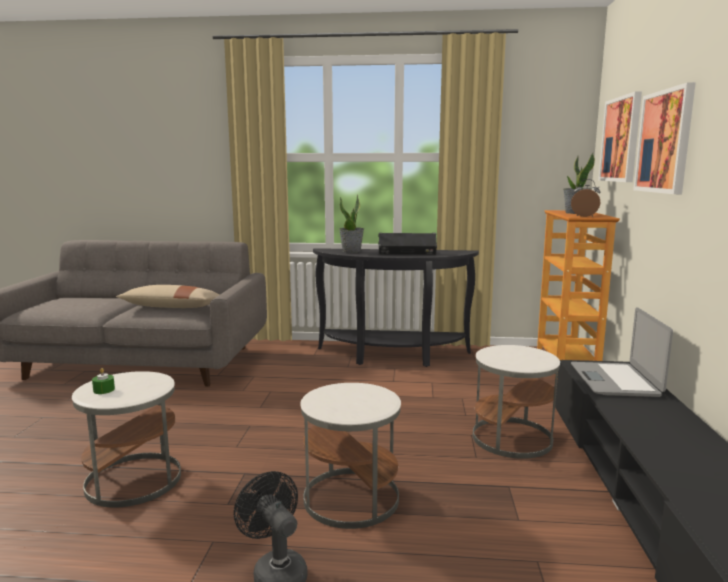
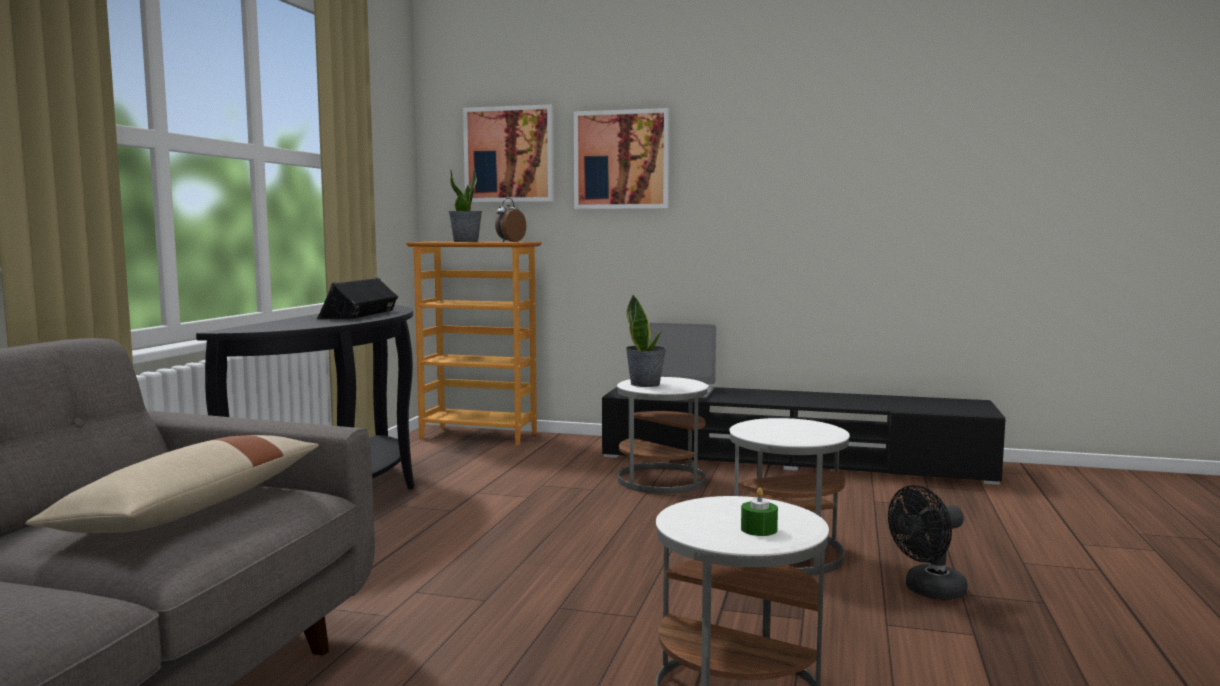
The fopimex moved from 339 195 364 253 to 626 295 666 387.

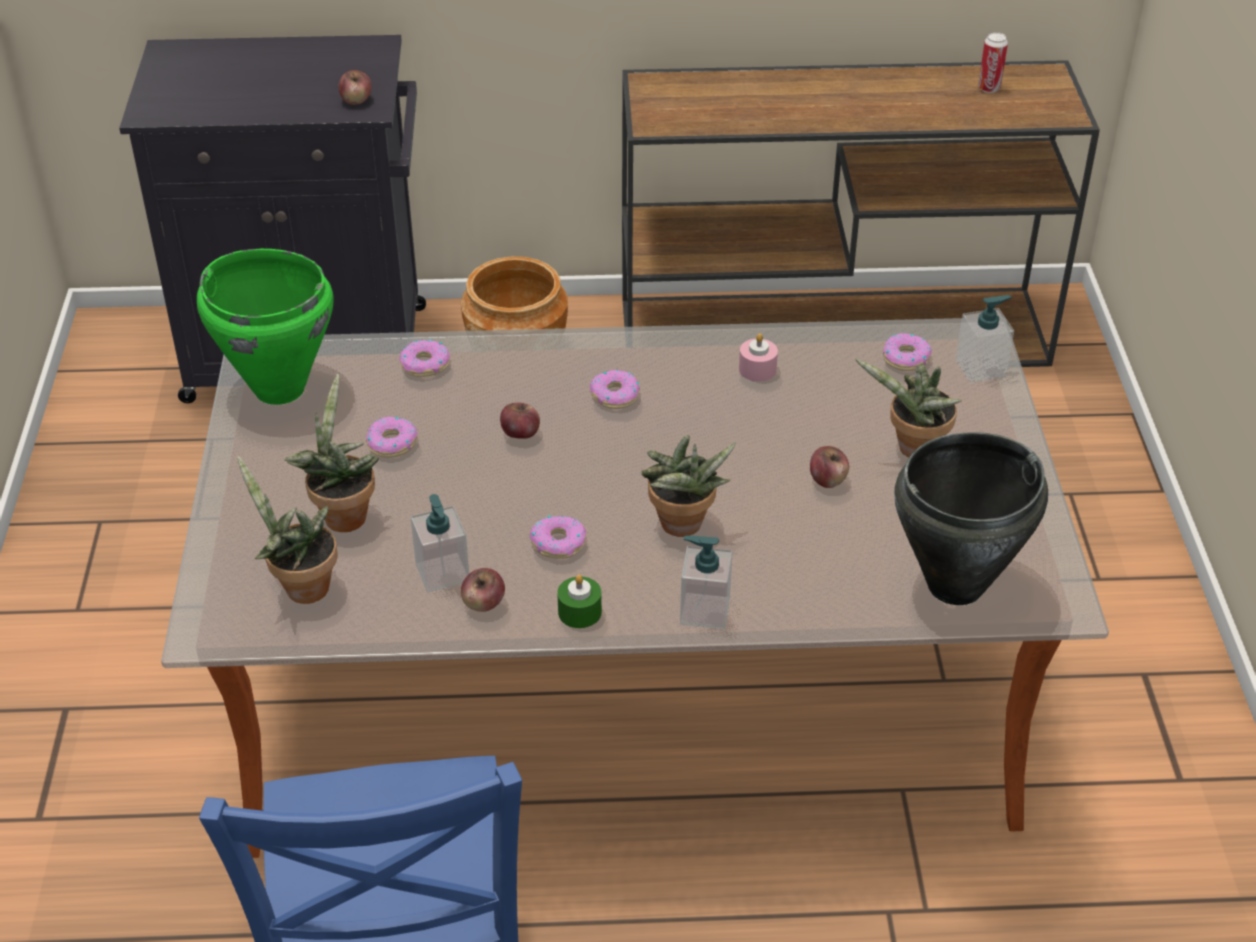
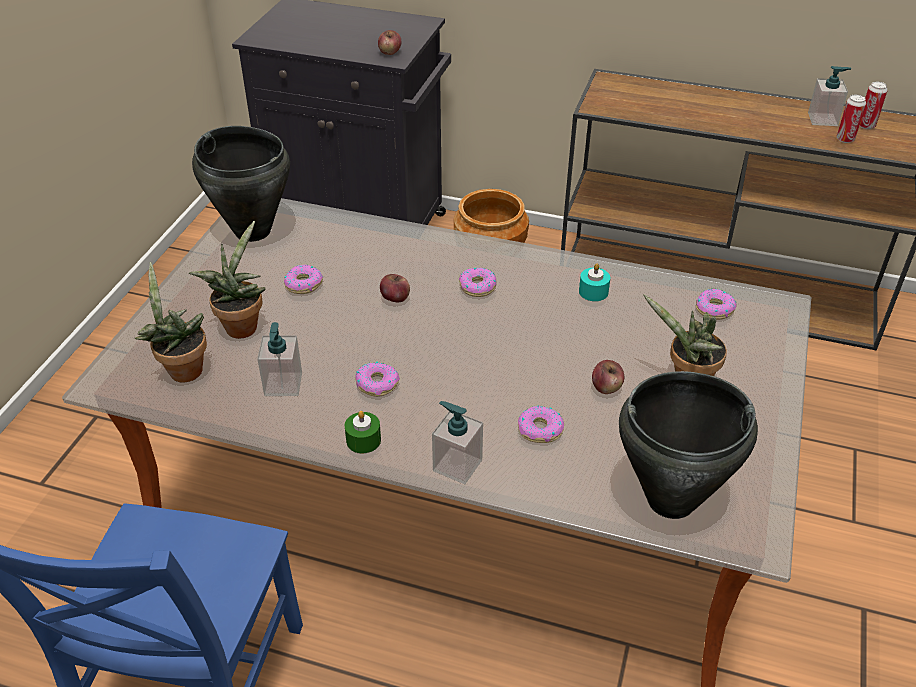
The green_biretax at 197 249 334 405 became the black_biretax at 192 126 290 242.
The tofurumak moved from 399 339 450 377 to 518 406 564 443.
The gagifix at 461 568 505 612 disappeared.
The fopimex at 641 435 736 537 disappeared.
The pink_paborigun at 739 333 778 382 became the turquoise_paborigun at 579 263 610 301.
The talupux moved from 955 295 1014 383 to 808 66 851 126.
The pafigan at 837 94 866 143 appeared.

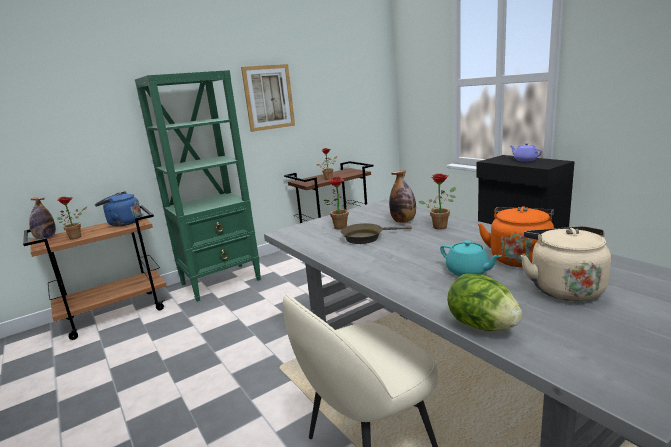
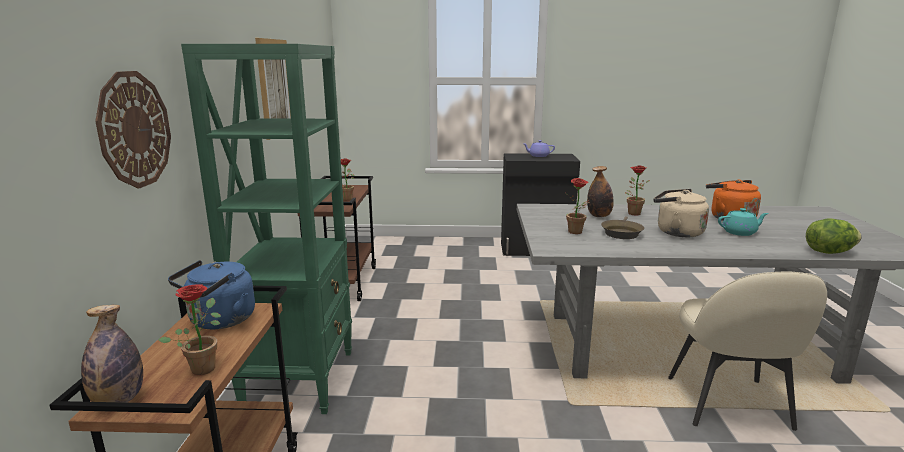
The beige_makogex moved from 520 226 611 301 to 653 189 709 237.
The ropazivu at 95 71 171 188 appeared.

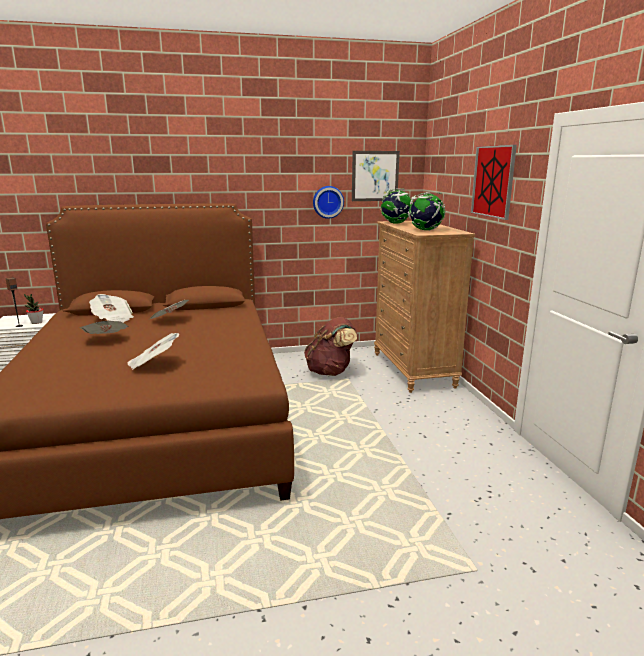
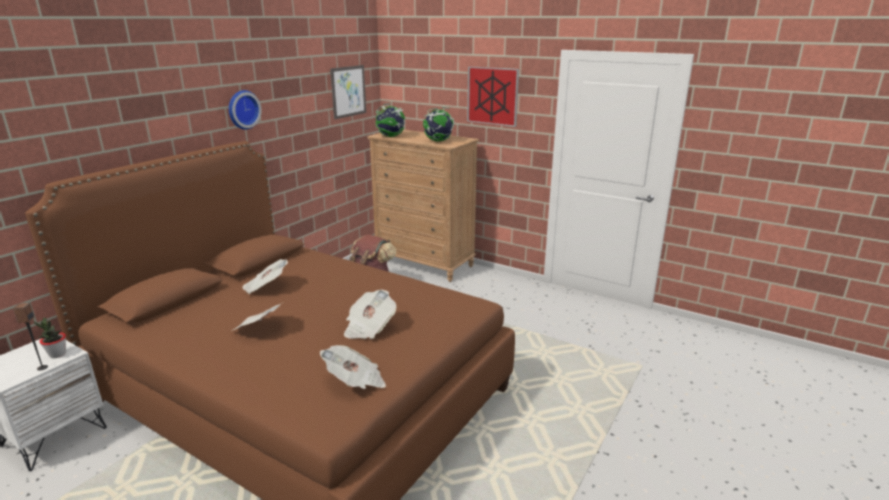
The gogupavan moved from 89 294 134 323 to 320 345 386 389.
The ropazivu moved from 313 186 344 219 to 229 90 262 130.

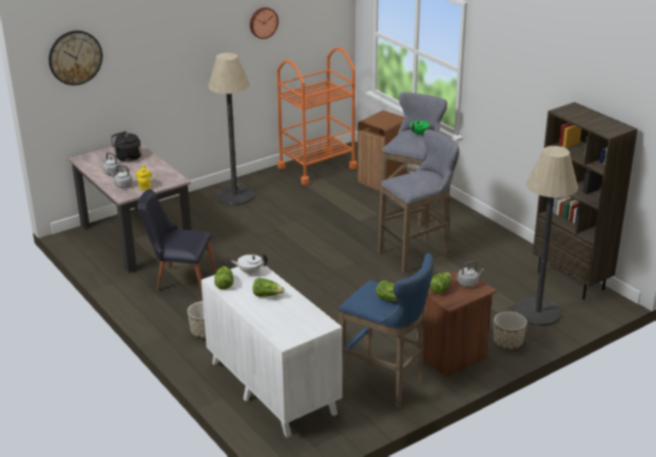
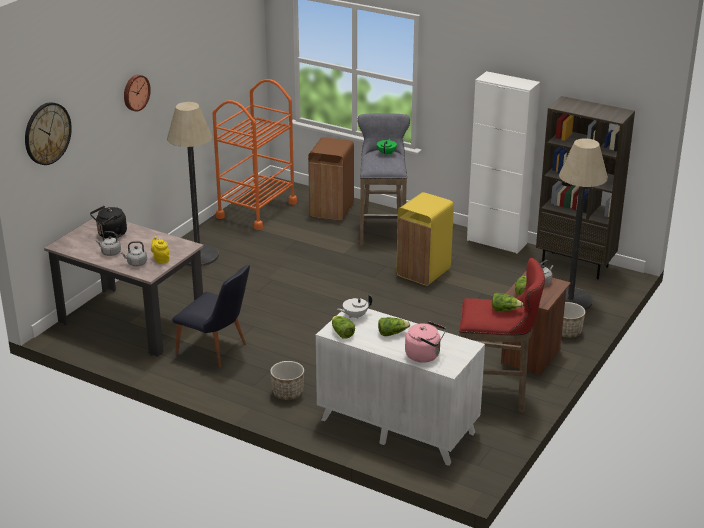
The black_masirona at 137 189 216 293 turned 135 degrees counterclockwise.
The ropazivu moved from 250 7 279 39 to 124 75 151 112.
The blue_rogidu at 338 253 433 408 became the red_rogidu at 459 258 545 413.
The grey_rogidu at 378 130 460 273 was replaced by the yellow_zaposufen at 397 192 454 286.
The pink_makogex at 405 321 446 363 appeared.
The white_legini at 467 71 540 254 appeared.

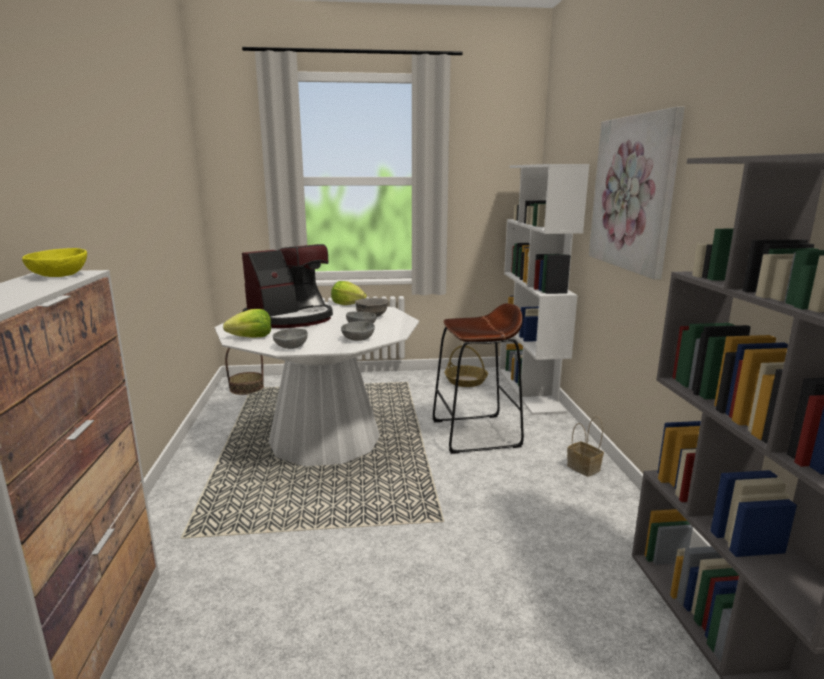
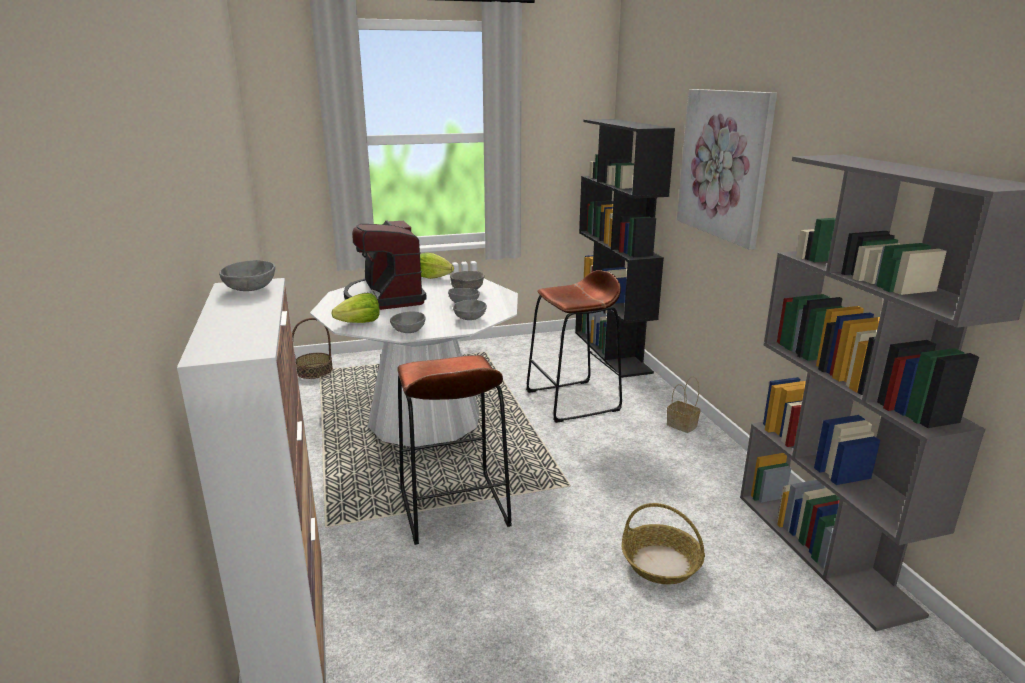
The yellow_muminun at 22 248 87 277 became the grey_muminun at 219 260 275 291.
The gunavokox at 242 244 333 328 turned 120 degrees clockwise.
The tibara moved from 444 346 488 387 to 622 503 705 584.
The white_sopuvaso at 499 164 589 415 became the black_sopuvaso at 575 119 675 378.
The brown_rogidu at 397 355 512 545 appeared.

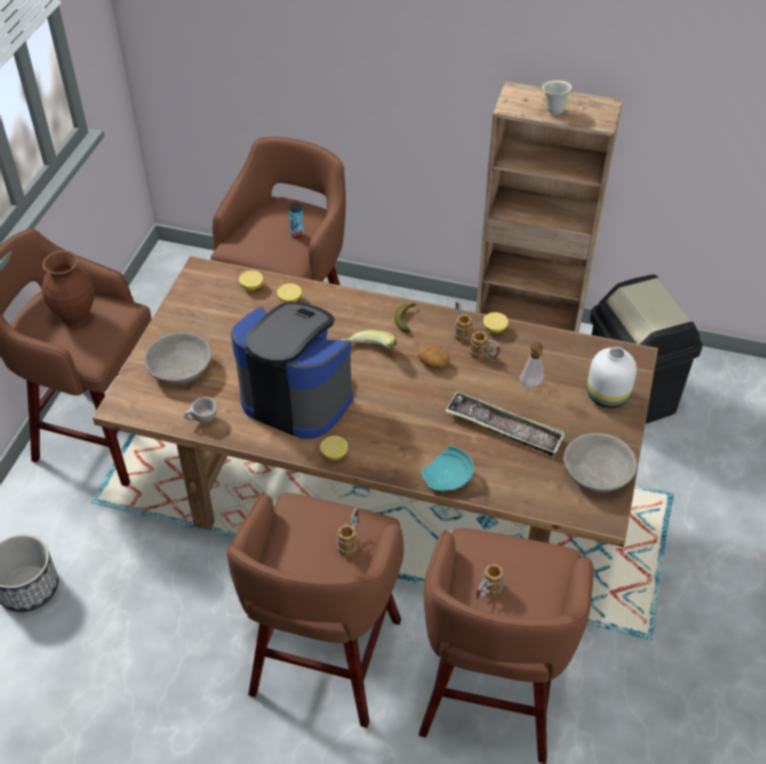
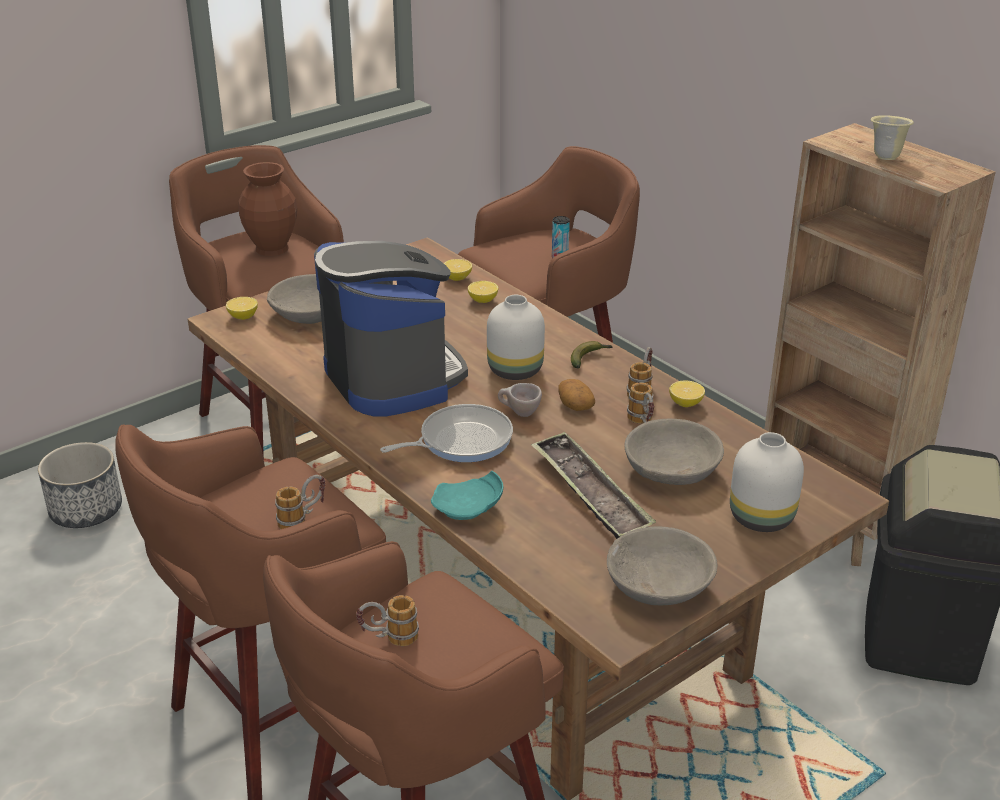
The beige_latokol moved from 184 397 217 423 to 498 383 542 417.
The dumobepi moved from 320 436 348 460 to 226 297 258 320.
The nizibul at 341 330 397 348 was replaced by the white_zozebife at 487 295 545 380.
The talupux at 520 342 544 388 was replaced by the grey_muminun at 625 419 724 485.
The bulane at 380 404 513 462 appeared.

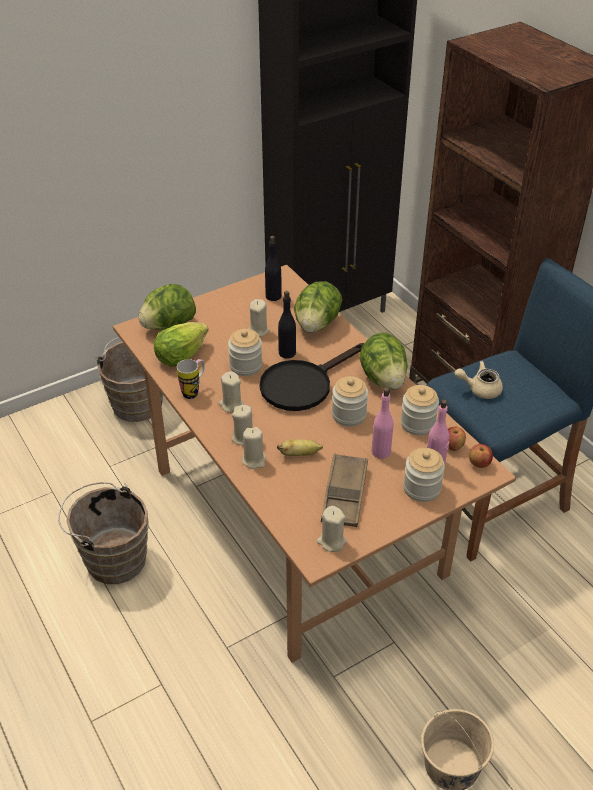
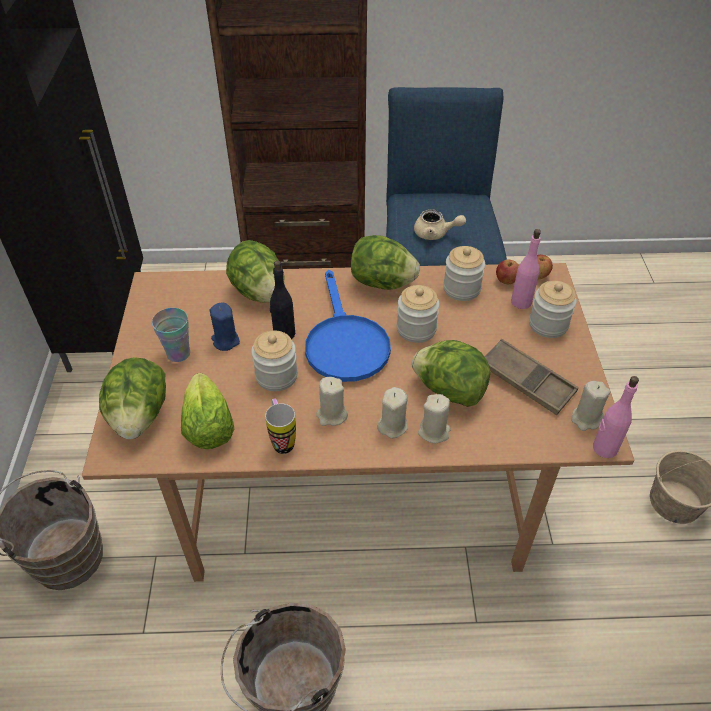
The beige_paborigun at 248 299 269 337 became the blue_paborigun at 210 302 240 351.
The black_bulane at 260 343 365 411 became the blue_bulane at 305 270 391 382.
The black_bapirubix at 265 236 282 301 disappeared.
The nizibul at 277 439 323 456 was replaced by the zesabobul at 411 340 490 407.
The pink_bapirubix moved from 371 388 394 459 to 593 376 639 458.
The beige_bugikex at 454 361 503 399 turned 105 degrees counterclockwise.
The latokol at 152 308 190 362 appeared.

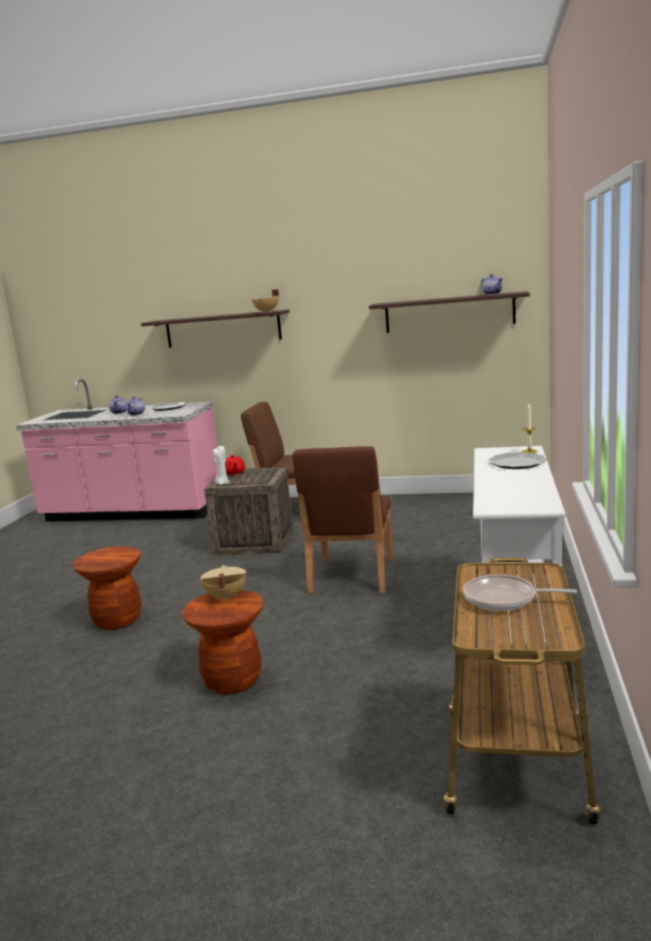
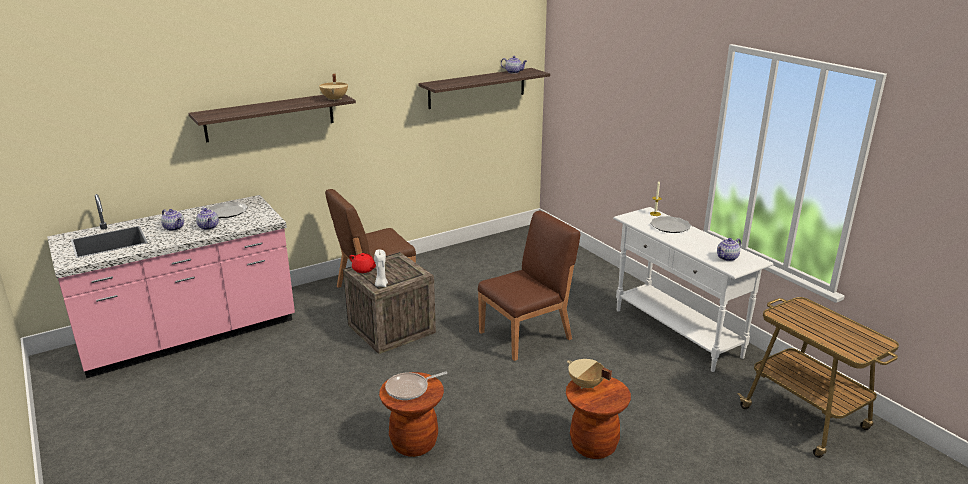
The brown_masirona at 292 446 393 594 turned 90 degrees counterclockwise.
The bulane moved from 463 575 577 611 to 385 371 447 400.
The bugikex at 717 238 741 261 appeared.

